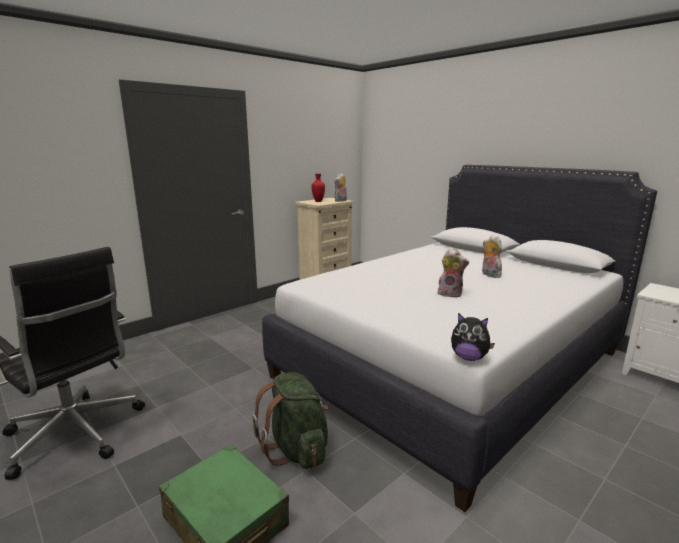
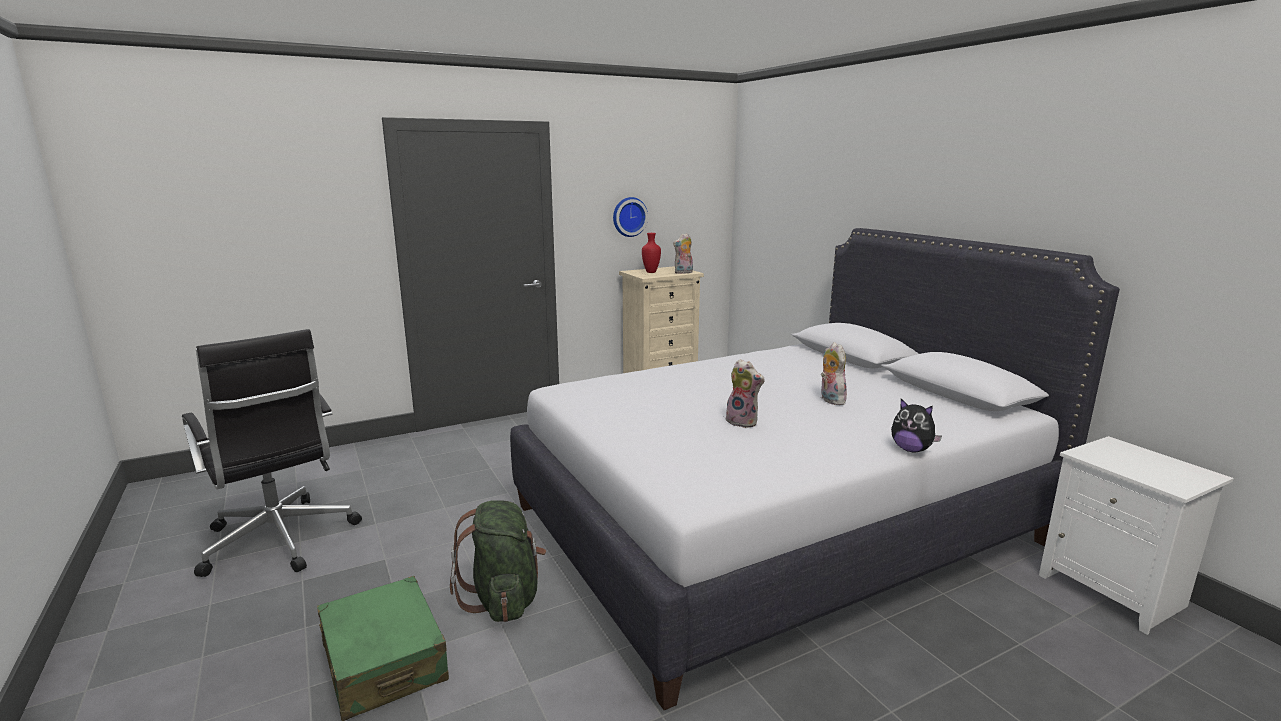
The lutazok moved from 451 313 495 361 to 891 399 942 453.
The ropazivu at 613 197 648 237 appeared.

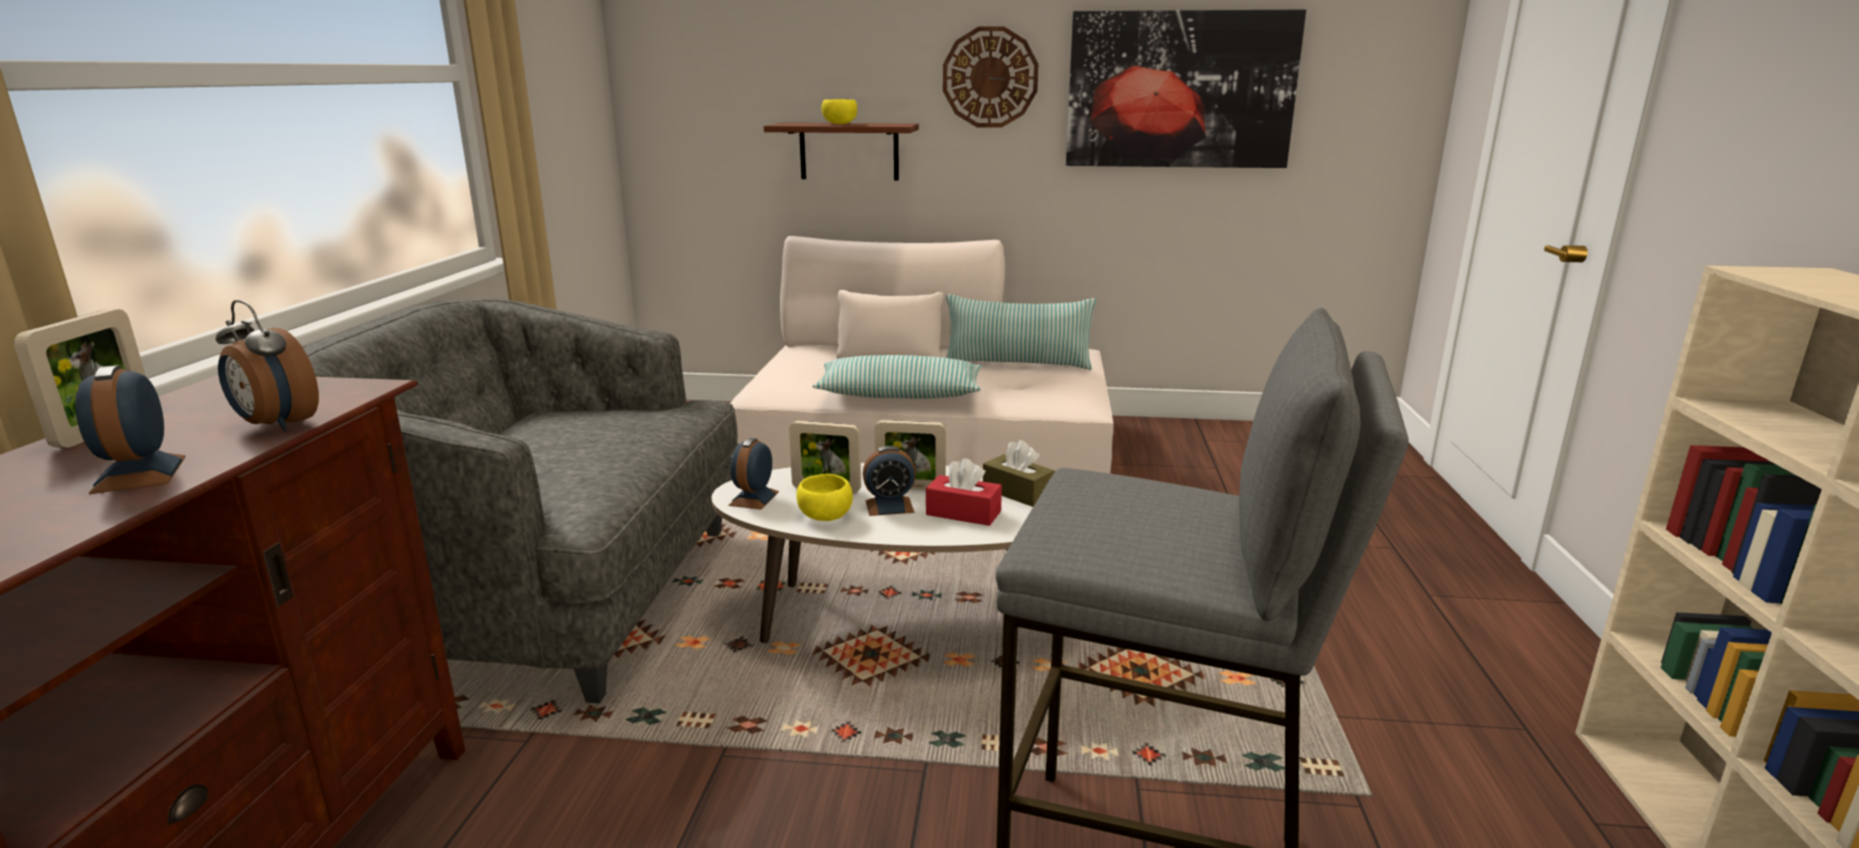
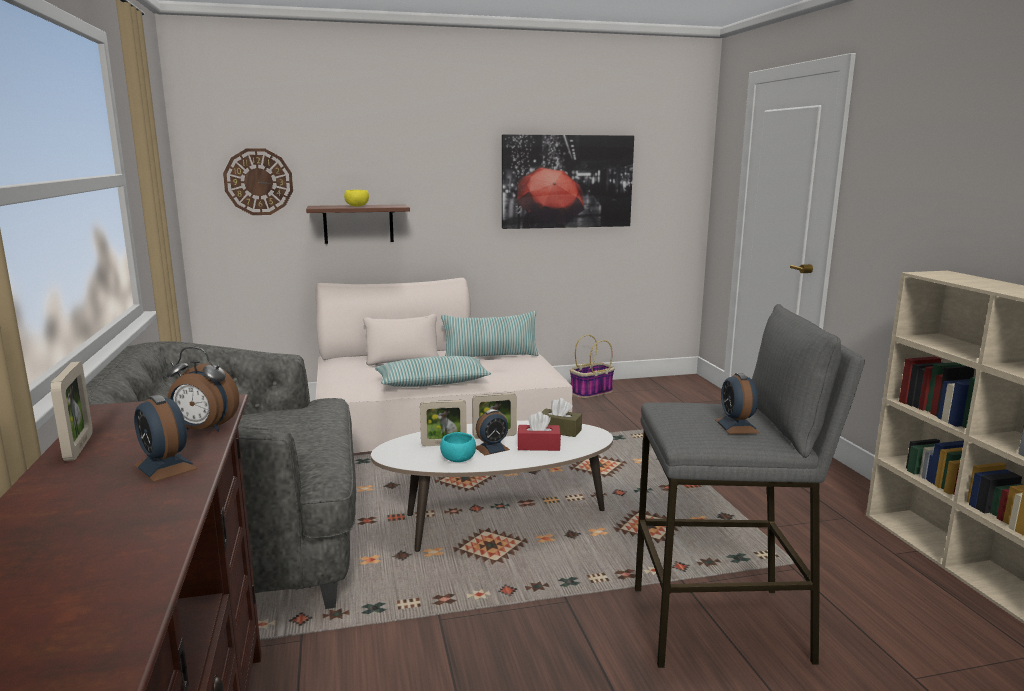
The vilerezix moved from 728 438 779 510 to 715 373 759 434.
The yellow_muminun at 797 474 853 521 became the turquoise_muminun at 440 432 476 462.
The ropazivu moved from 943 26 1038 128 to 223 148 293 215.
The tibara at 570 335 615 398 appeared.

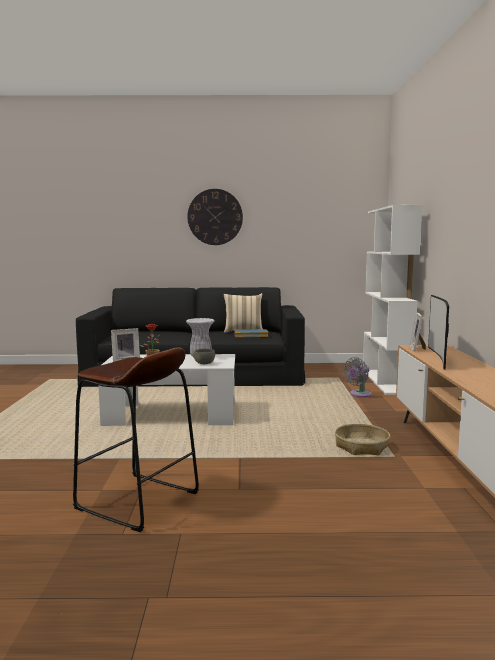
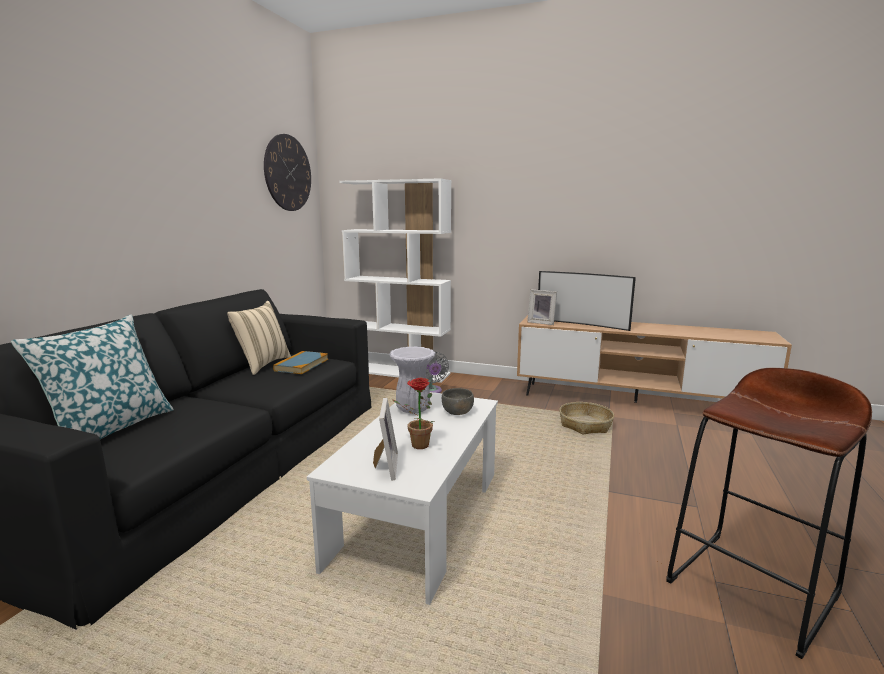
The ropazivu moved from 187 189 243 245 to 264 134 311 211.
The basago at 11 314 174 439 appeared.

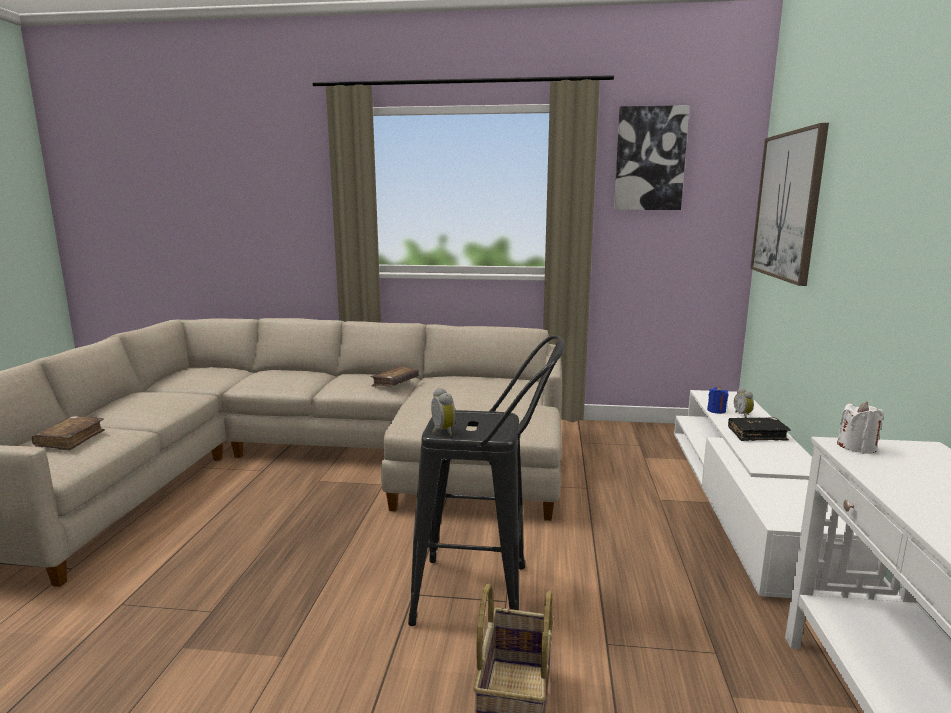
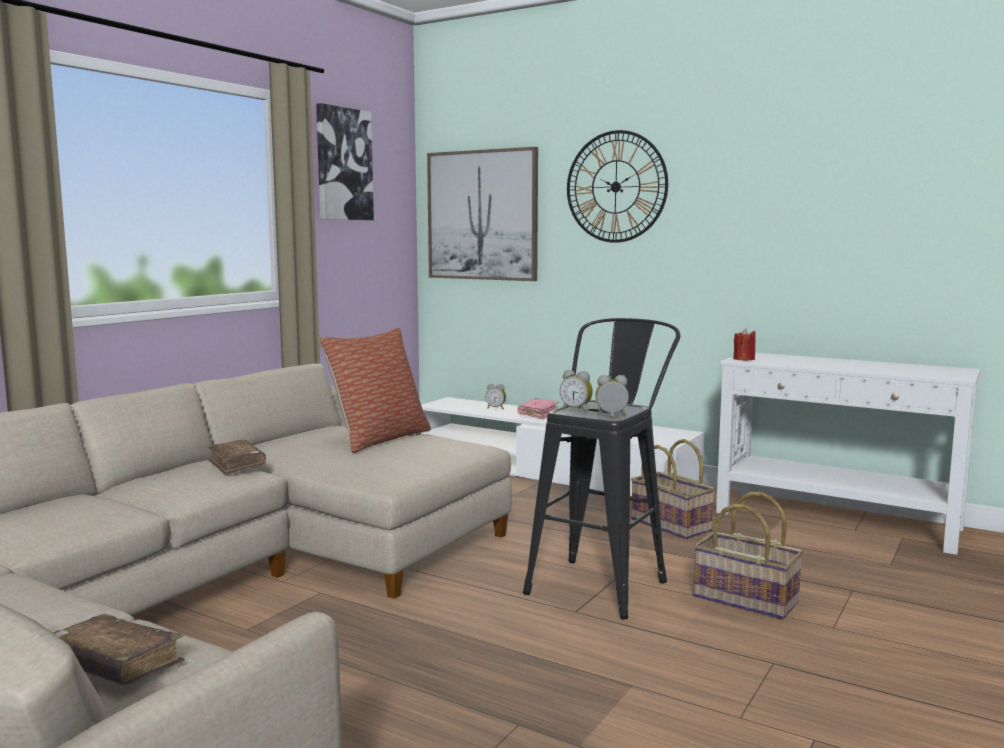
The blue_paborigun at 707 386 729 414 disappeared.
The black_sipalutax at 728 417 791 441 became the pink_sipalutax at 517 398 559 419.
The white_paborigun at 837 401 883 454 became the red_paborigun at 733 329 756 360.
The basago at 319 328 431 454 appeared.
The vilerezix at 560 370 593 412 appeared.
The ropazivu at 567 130 668 243 appeared.
The tibara at 631 439 715 539 appeared.

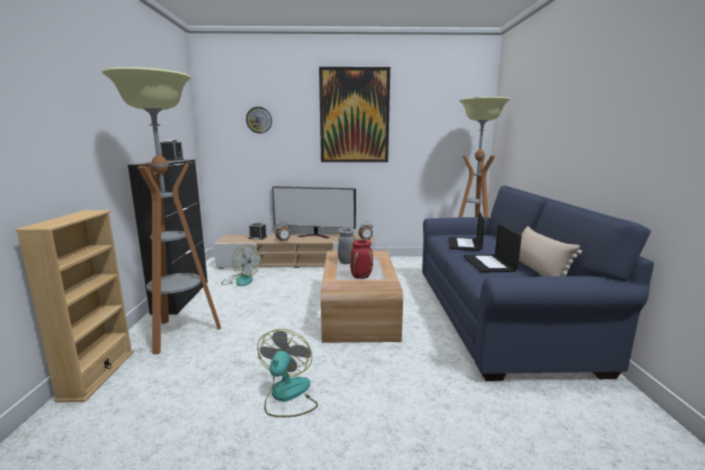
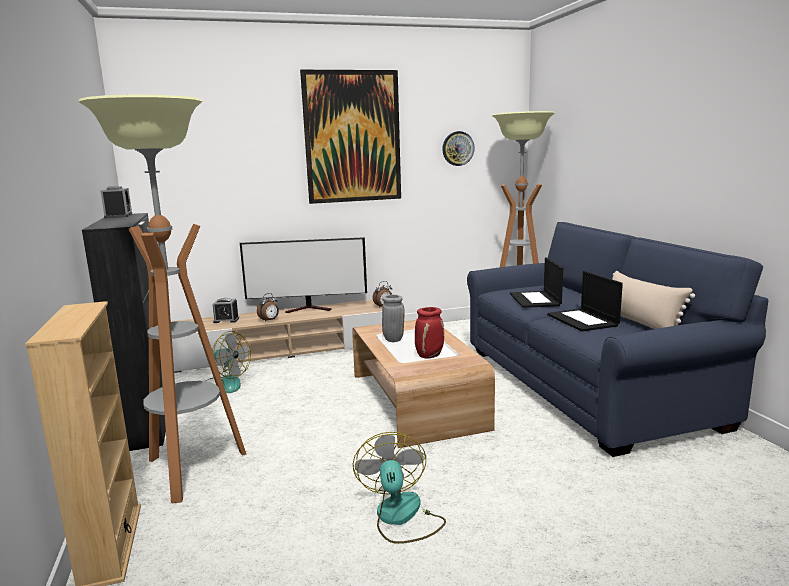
The ropazivu moved from 246 107 272 133 to 442 131 475 166.

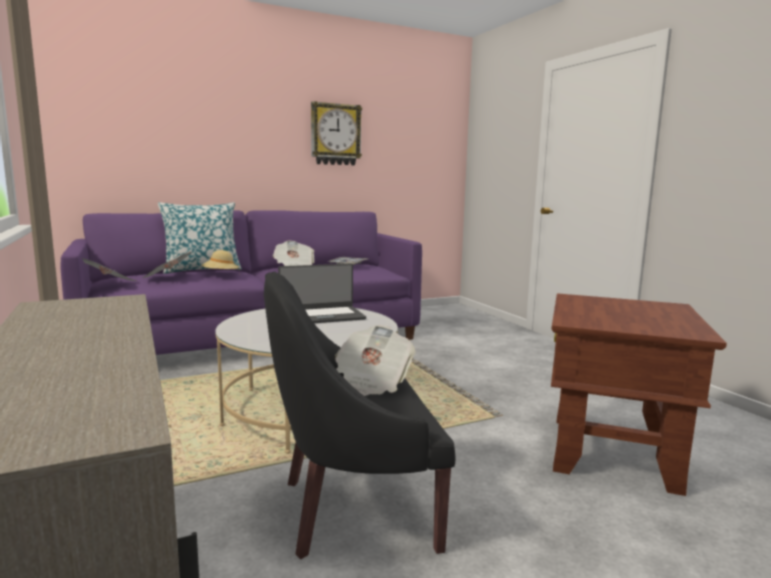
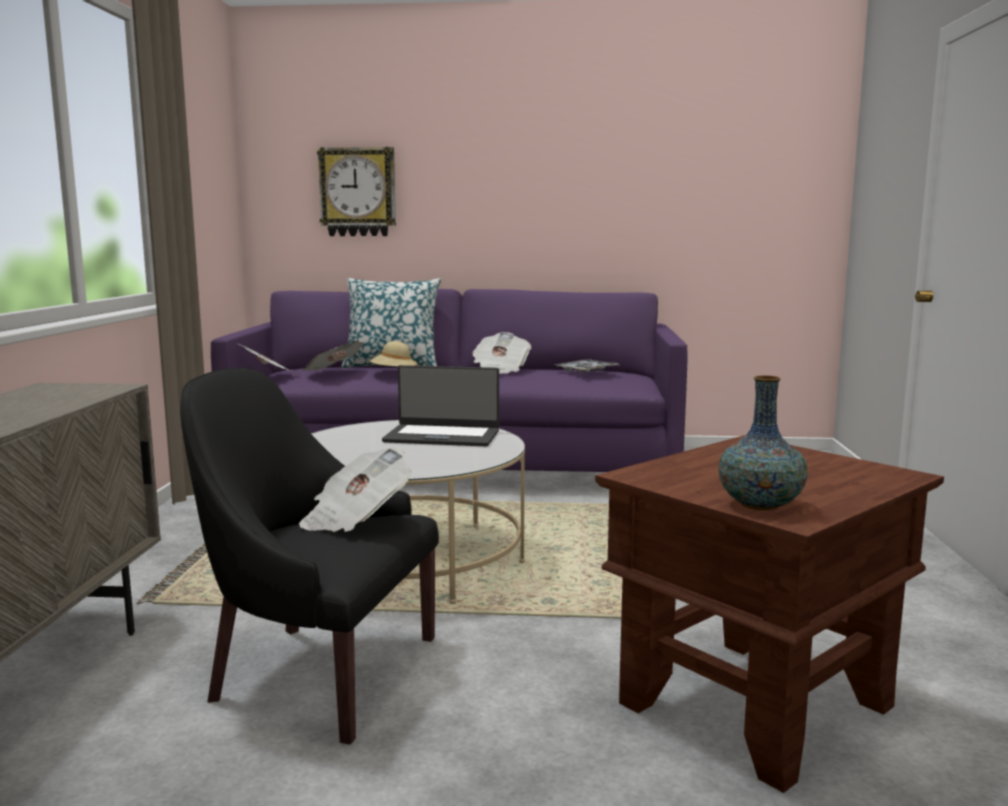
The ropazivu moved from 311 101 362 165 to 317 147 396 236.
The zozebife at 719 376 808 510 appeared.

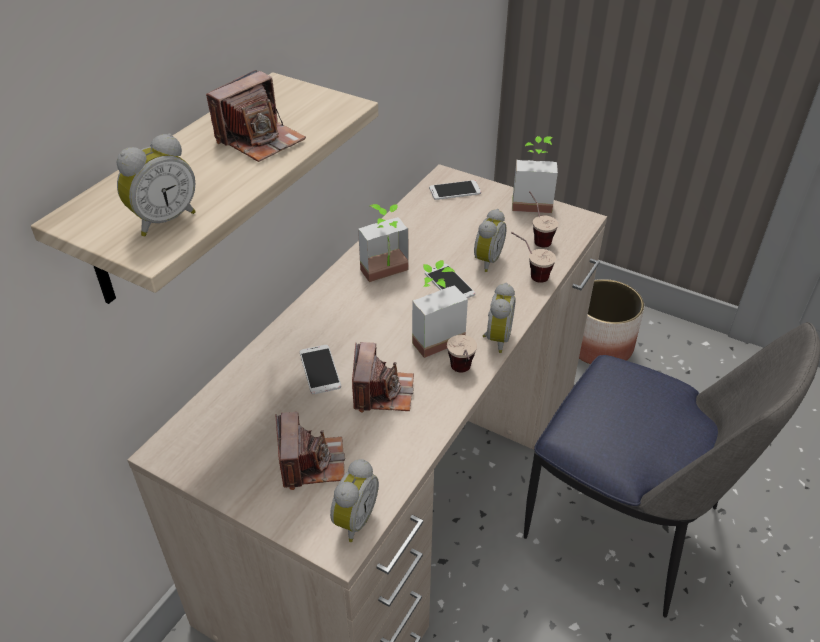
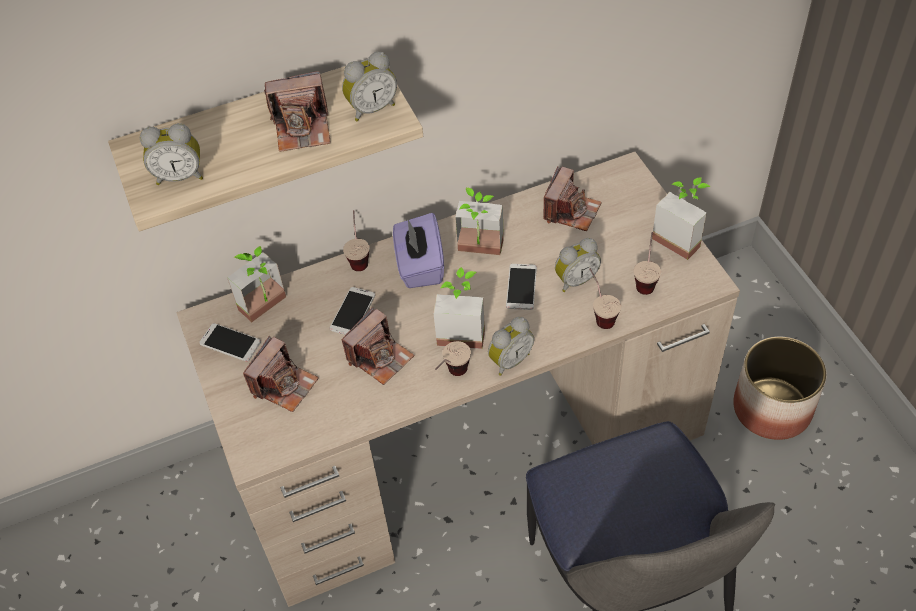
The vilerezix moved from 330 459 379 542 to 342 52 397 122.
The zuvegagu moved from 429 180 481 200 to 199 323 261 362.
The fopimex at 227 246 286 322 appeared.
The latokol at 343 210 370 271 appeared.
The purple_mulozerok at 393 213 444 288 appeared.
The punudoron at 543 166 602 231 appeared.

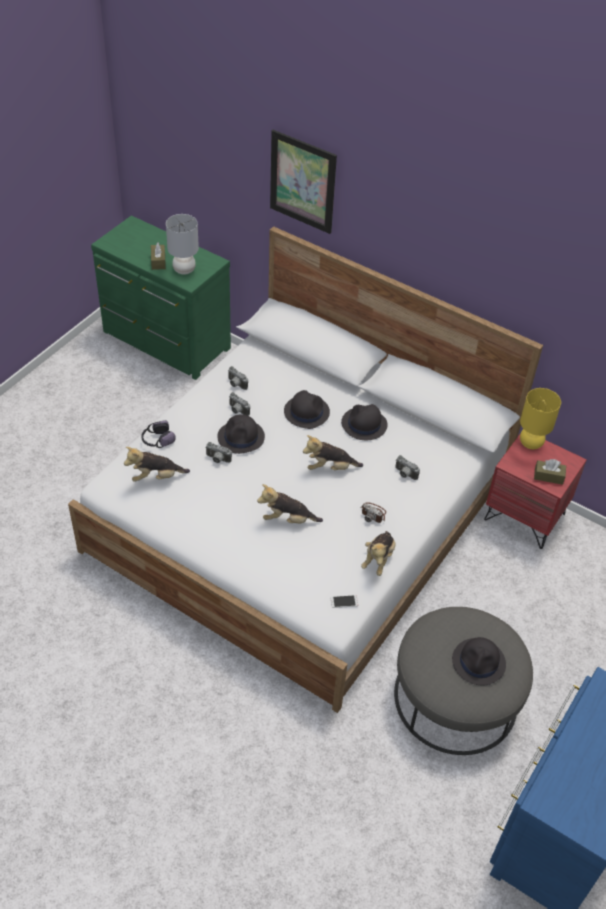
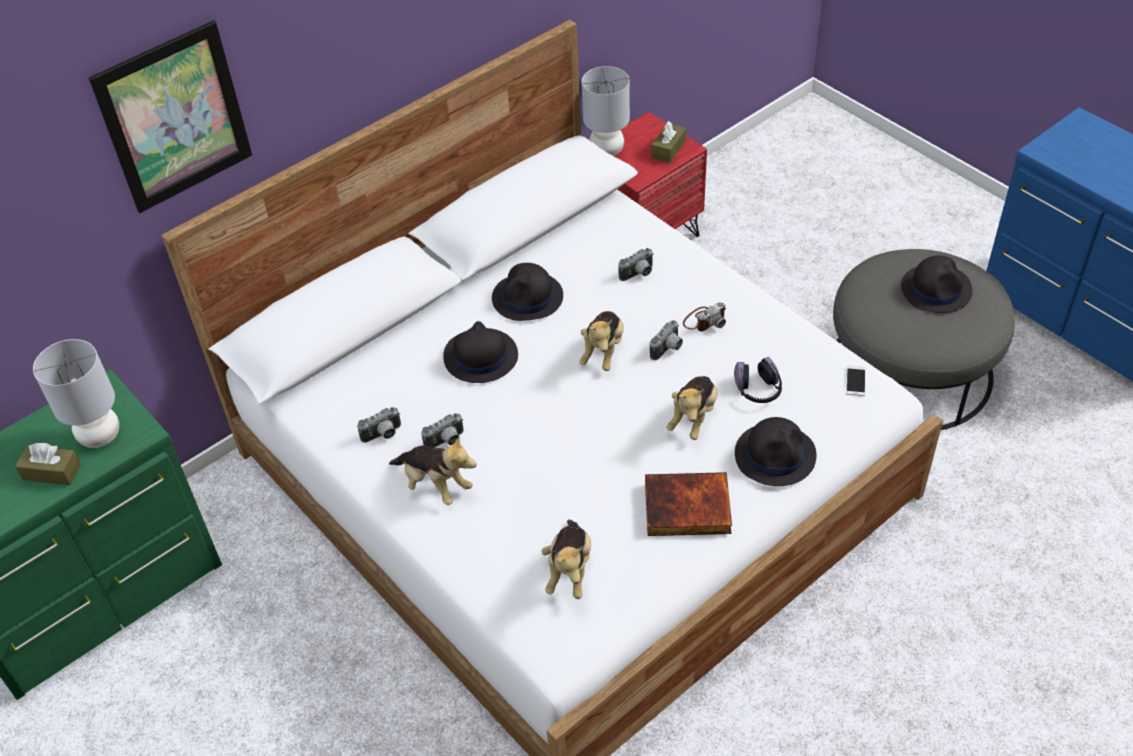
The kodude moved from 141 420 176 448 to 734 357 782 403.
The punudoron moved from 205 442 232 463 to 650 320 683 360.
The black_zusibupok moved from 217 414 265 454 to 735 417 816 486.
The lutazok moved from 361 531 396 576 to 389 436 477 505.
The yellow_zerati at 520 388 561 449 became the grey_zerati at 582 66 630 156.
The sipalutax at 645 472 732 536 appeared.

